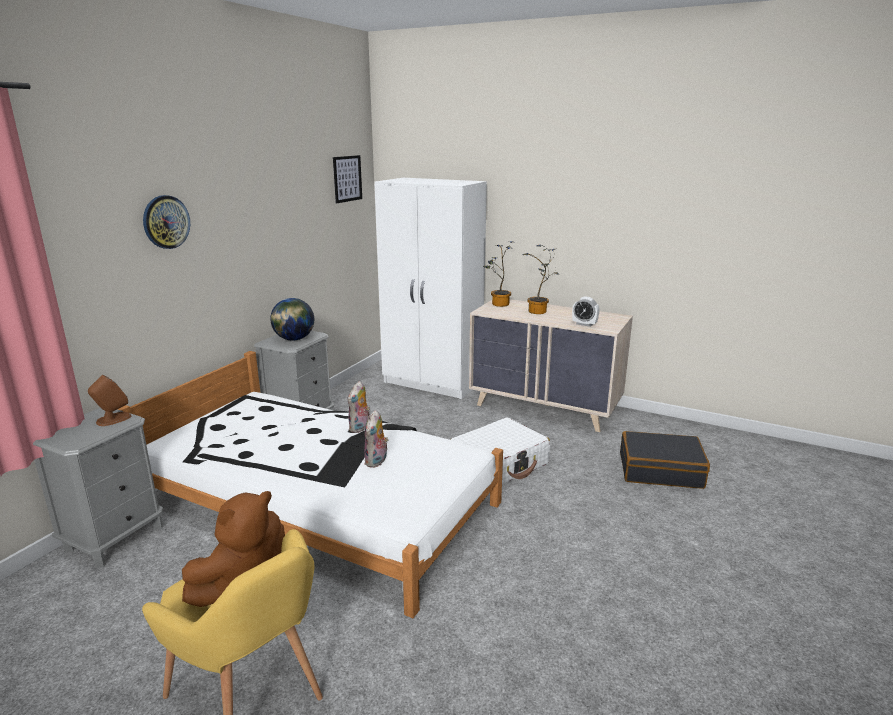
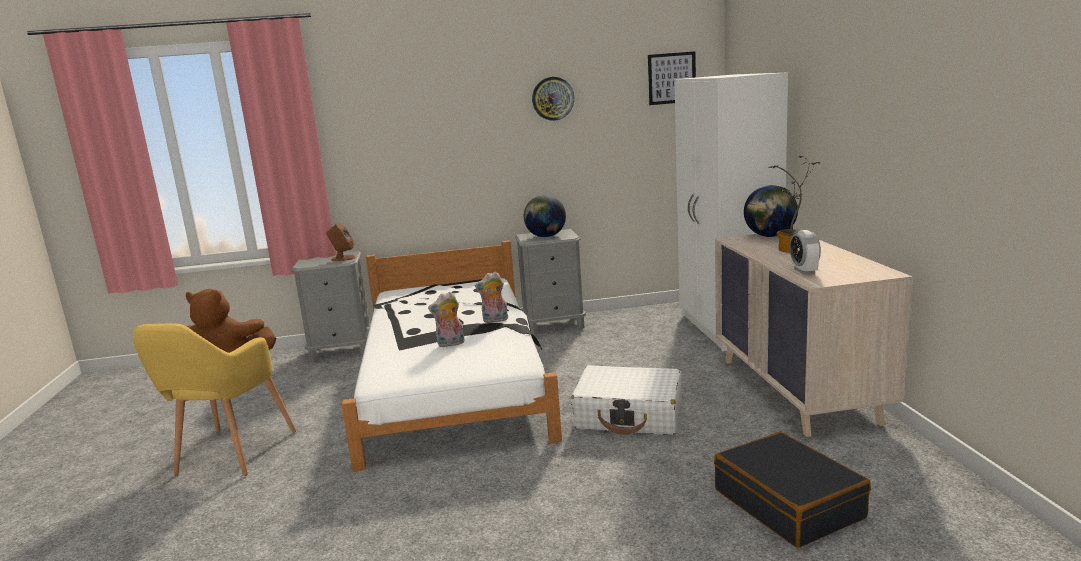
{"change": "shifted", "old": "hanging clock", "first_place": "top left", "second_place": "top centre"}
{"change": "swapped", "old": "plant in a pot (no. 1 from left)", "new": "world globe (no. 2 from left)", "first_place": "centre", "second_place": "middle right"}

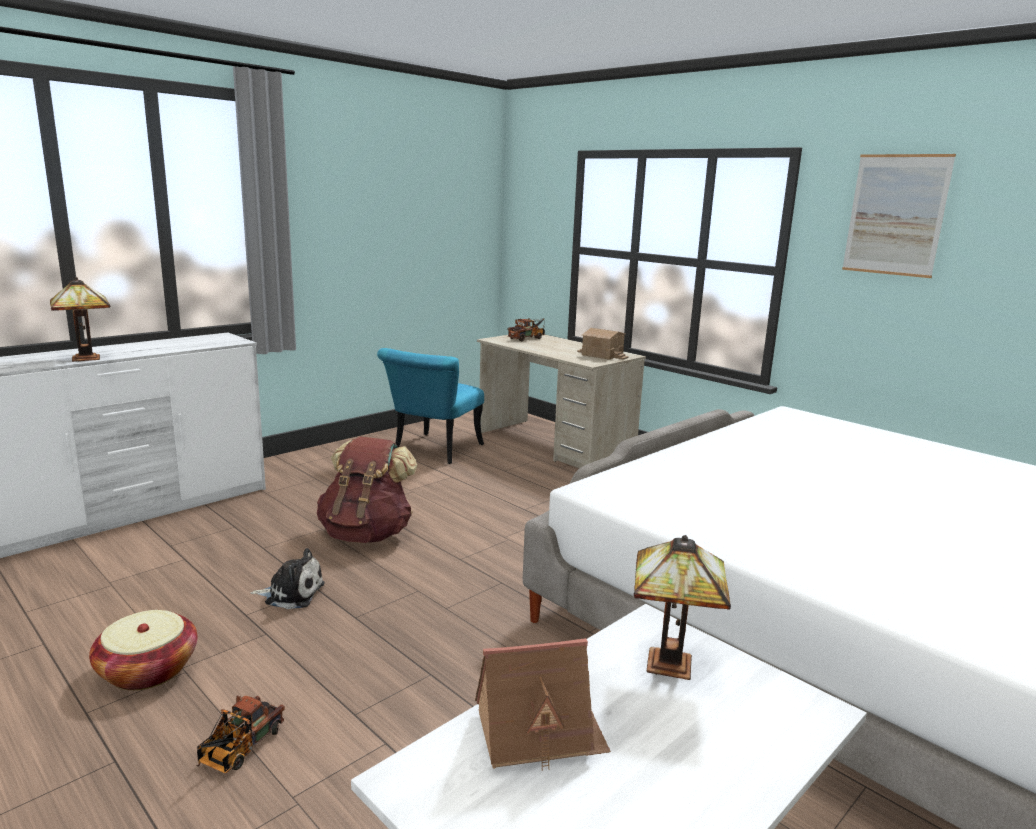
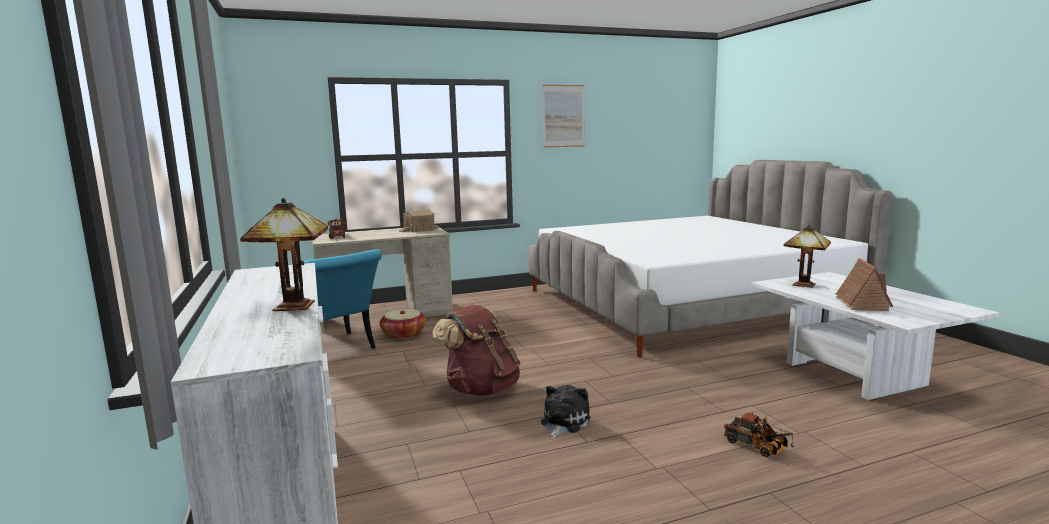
{"change": "shifted", "old": "basket", "first_place": "bottom left", "second_place": "centre"}

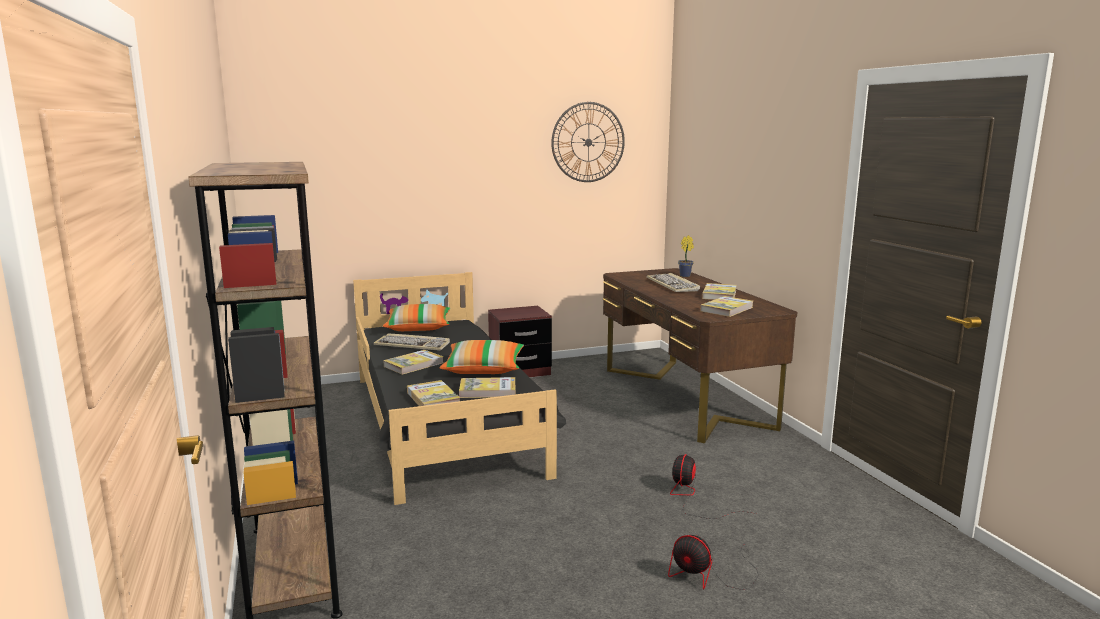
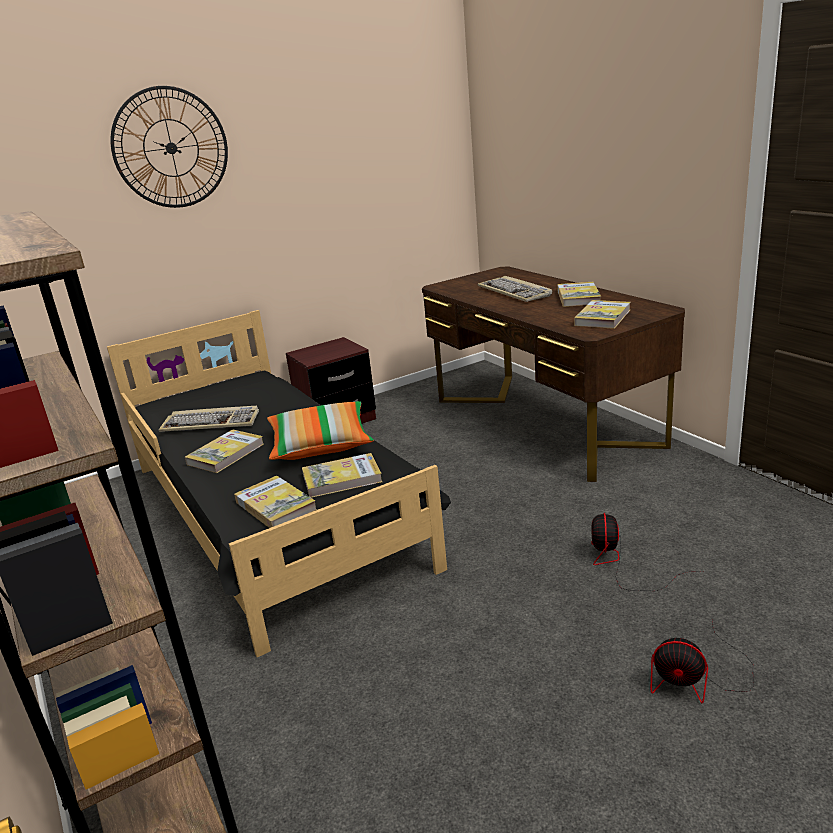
{"change": "gone", "old": "pillow (no. 1 from left)", "first_place": "centre"}
{"change": "gone", "old": "plant in a pot", "first_place": "centre"}
{"change": "shifted", "old": "hanging clock", "first_place": "top centre", "second_place": "top left"}

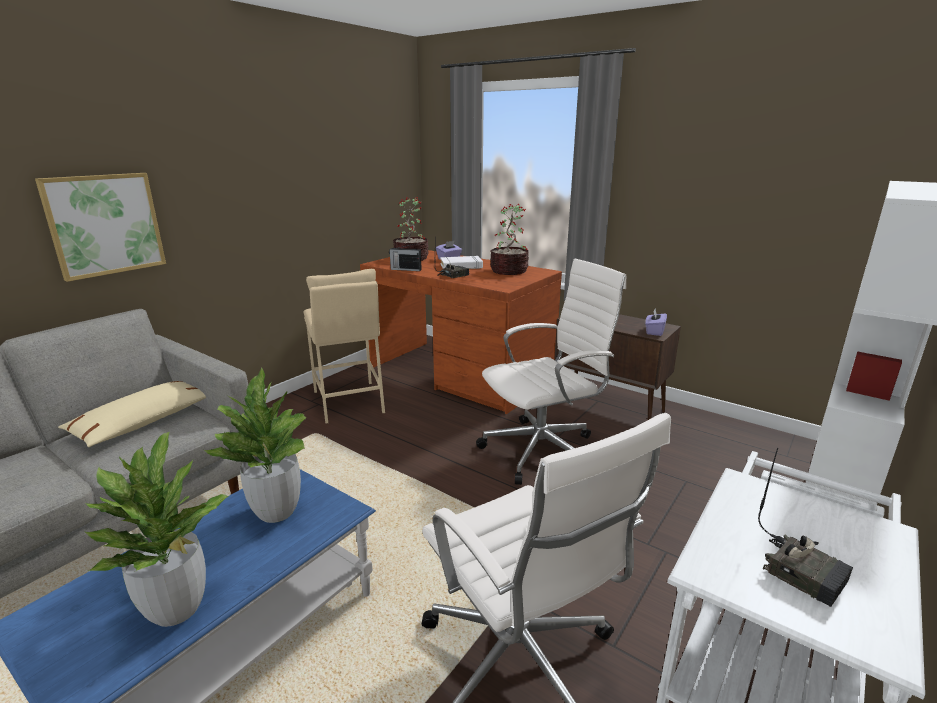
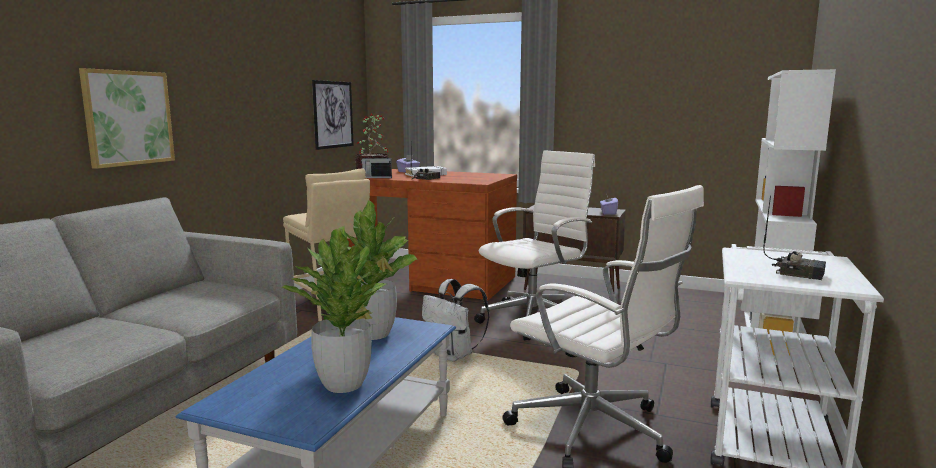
{"change": "gone", "old": "beige-coloured pillow", "first_place": "middle left"}
{"change": "gone", "old": "plant in a pot (no. 4 from left)", "first_place": "centre"}
{"change": "new", "new": "wall art (no. 2 from left)", "second_place": "top centre"}
{"change": "new", "new": "white-coloured rucksack", "second_place": "bottom centre"}

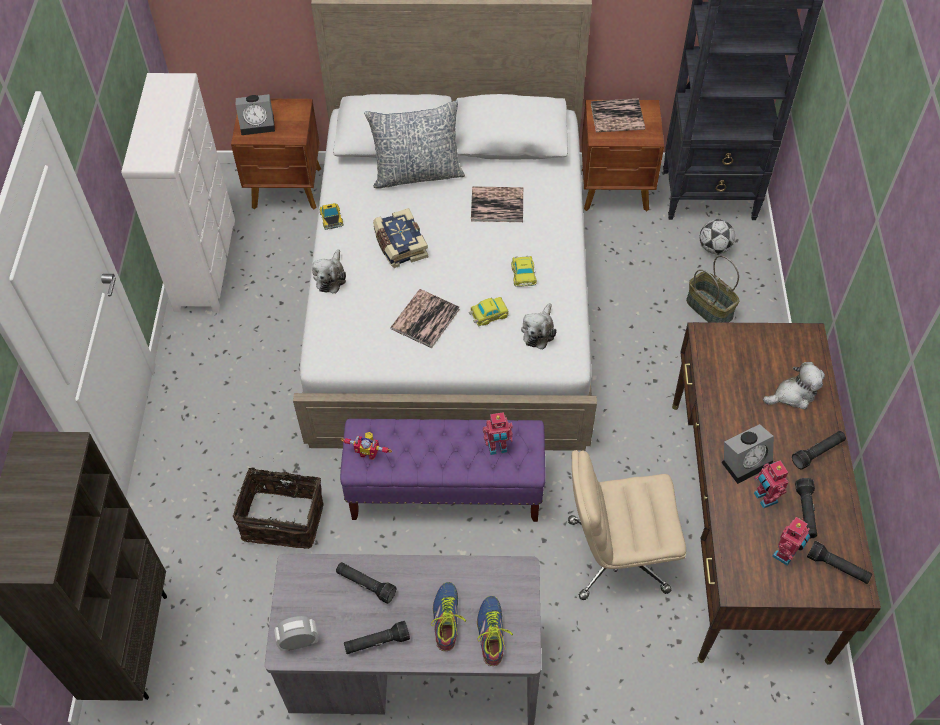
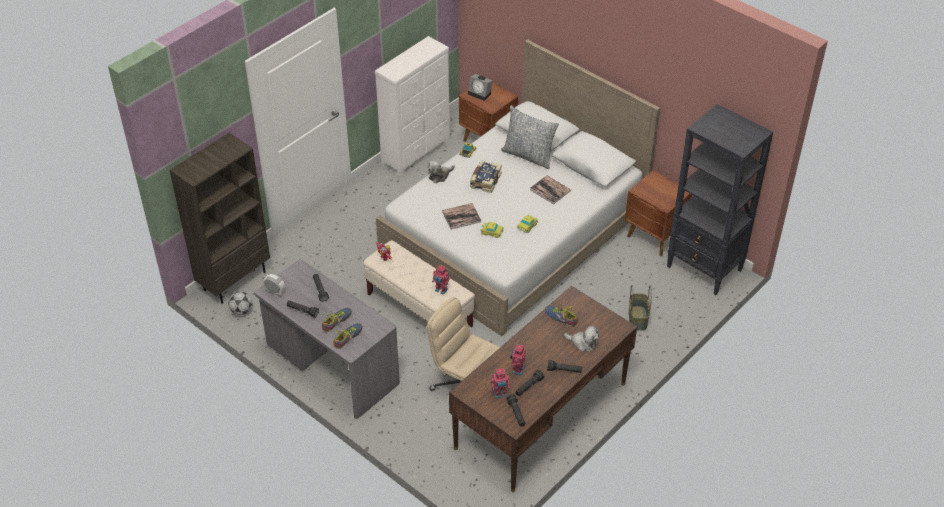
{"change": "gone", "old": "basket (no. 1 from left)", "first_place": "bottom left"}
{"change": "gone", "old": "cuddly toy (no. 2 from left)", "first_place": "centre"}
{"change": "gone", "old": "volume (no. 4 from left)", "first_place": "top centre"}
{"change": "gone", "old": "bedside clock (no. 3 from left)", "first_place": "middle right"}
{"change": "new", "new": "low shoe (no. 3 from left)", "second_place": "centre"}
{"change": "shifted", "old": "football", "first_place": "top right", "second_place": "middle left"}
{"change": "repainted", "old": "purple indoor bench", "new": "beige-coloured indoor bench", "first_place": "centre", "second_place": "centre"}

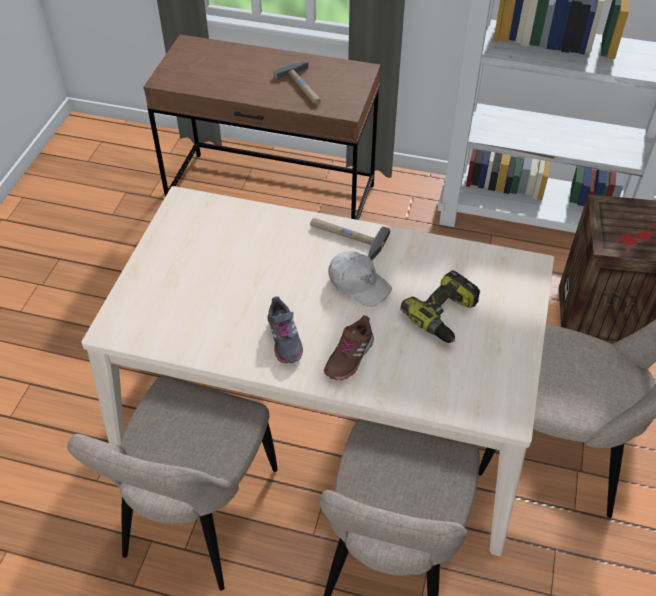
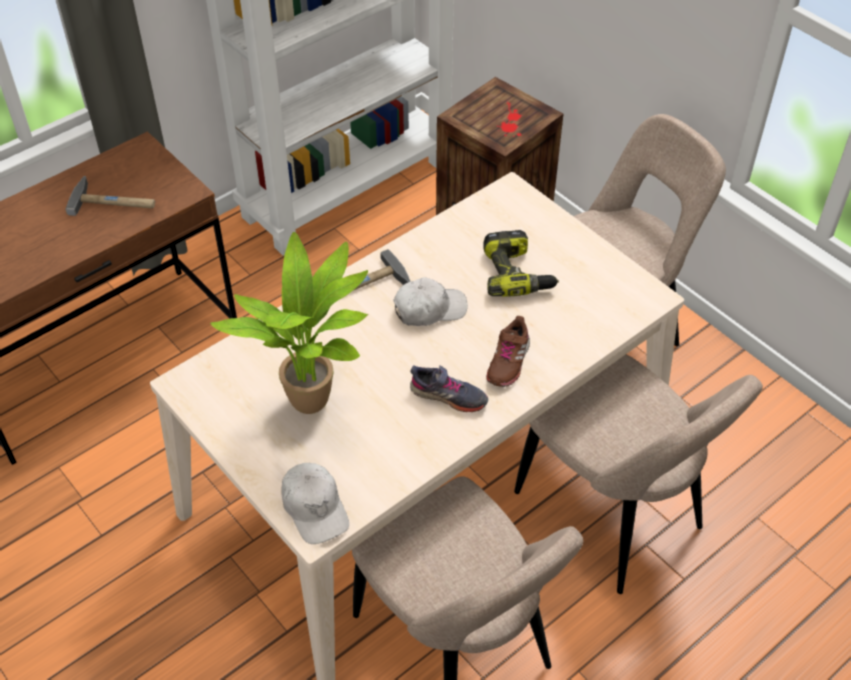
{"change": "new", "new": "plant in a pot", "second_place": "centre"}
{"change": "new", "new": "white-coloured cap (no. 1 from left)", "second_place": "bottom centre"}
{"change": "rotated", "old": "brownish low shoe", "first_place": "centre", "second_place": "centre", "degrees": 45}

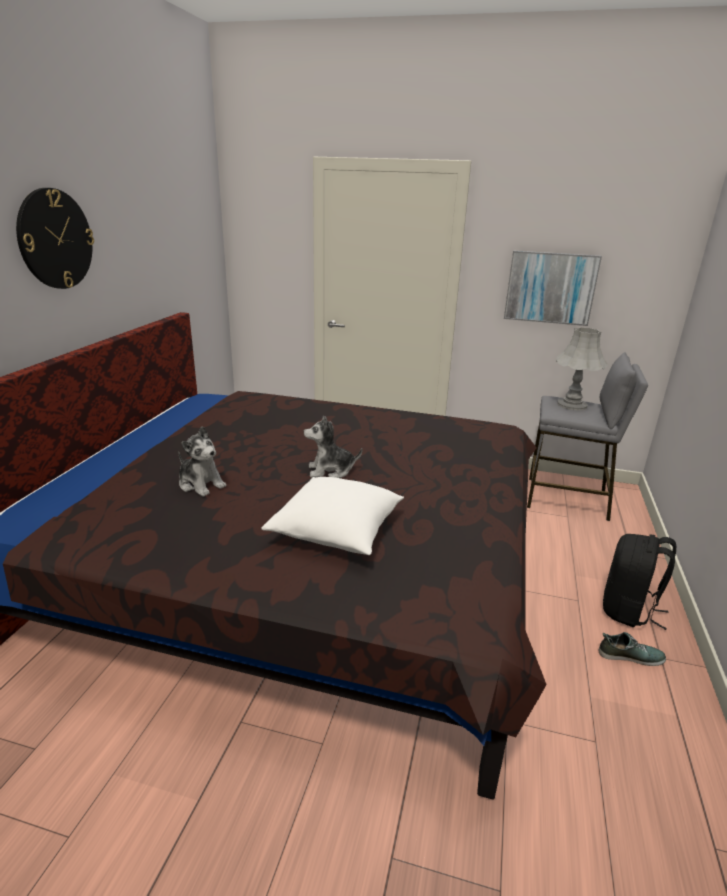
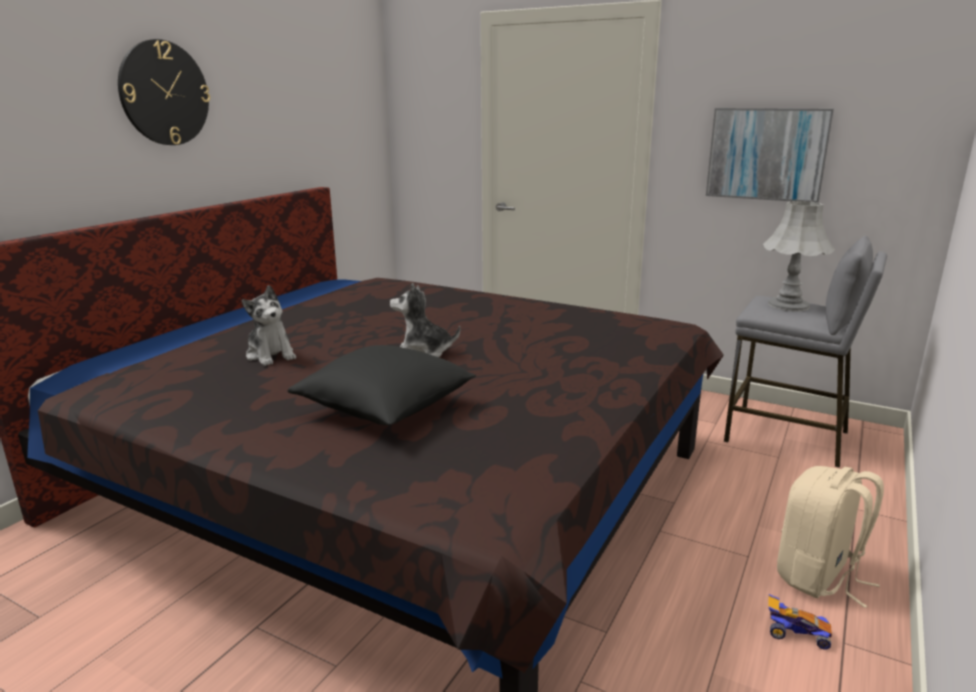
{"change": "swapped", "old": "low shoe", "new": "toy car", "first_place": "bottom right", "second_place": "bottom right"}
{"change": "repainted", "old": "white-coloured pillow", "new": "black-coloured pillow", "first_place": "centre", "second_place": "centre"}
{"change": "repainted", "old": "black-coloured rucksack", "new": "beige-coloured rucksack", "first_place": "middle right", "second_place": "bottom right"}

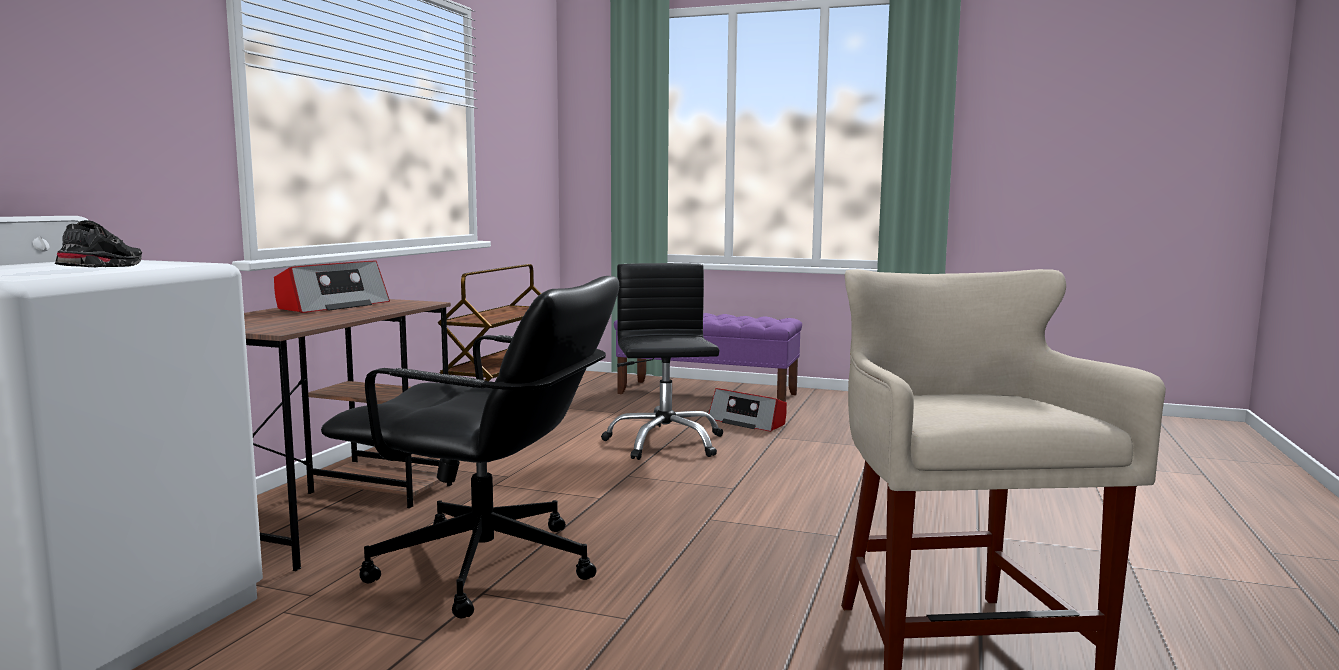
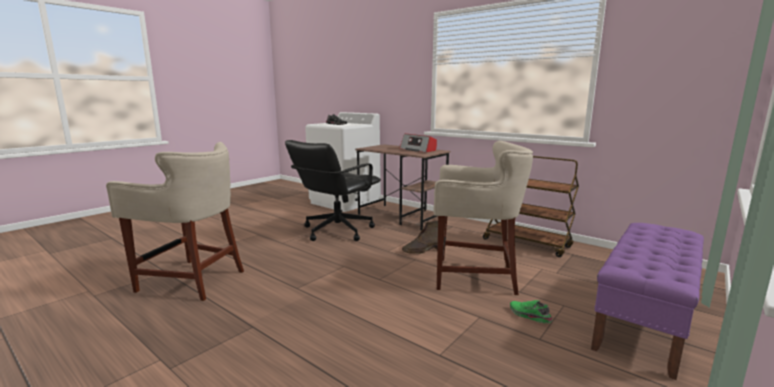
{"change": "new", "new": "brownish boot", "second_place": "centre"}
{"change": "swapped", "old": "black-coloured desk chair (no. 2 from left)", "new": "beige-coloured stool seat (no. 2 from left)", "first_place": "centre", "second_place": "centre"}
{"change": "swapped", "old": "radio (no. 2 from left)", "new": "green low shoe", "first_place": "centre", "second_place": "bottom right"}

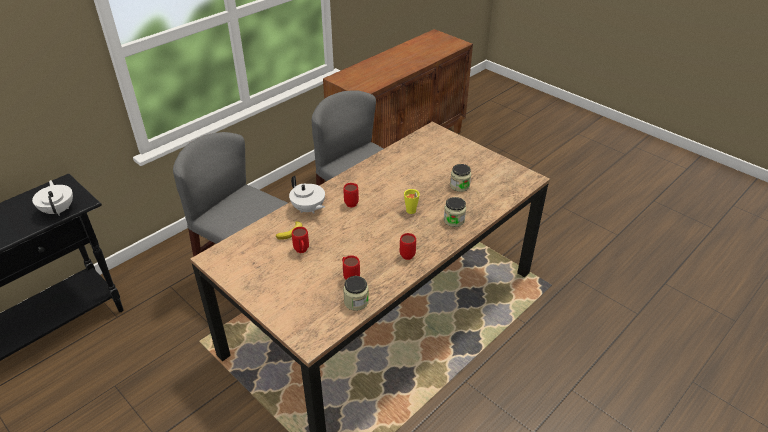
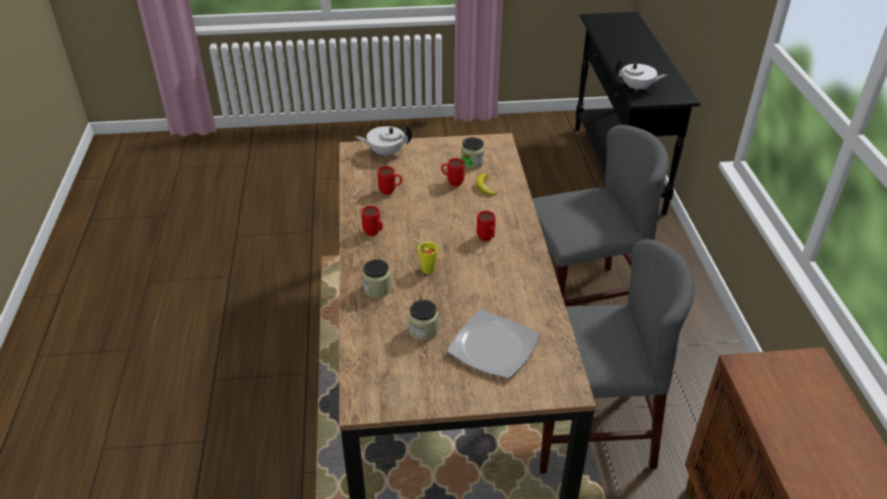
{"change": "new", "new": "flat dish", "second_place": "bottom centre"}
{"change": "shifted", "old": "white-coloured pot for tea (no. 2 from left in the first image)", "new": "white-coloured pot for tea (no. 1 from left)", "first_place": "centre", "second_place": "top centre"}
{"change": "shifted", "old": "jar (no. 1 from left in the first image)", "new": "jar (no. 3 from left)", "first_place": "bottom centre", "second_place": "top centre"}

